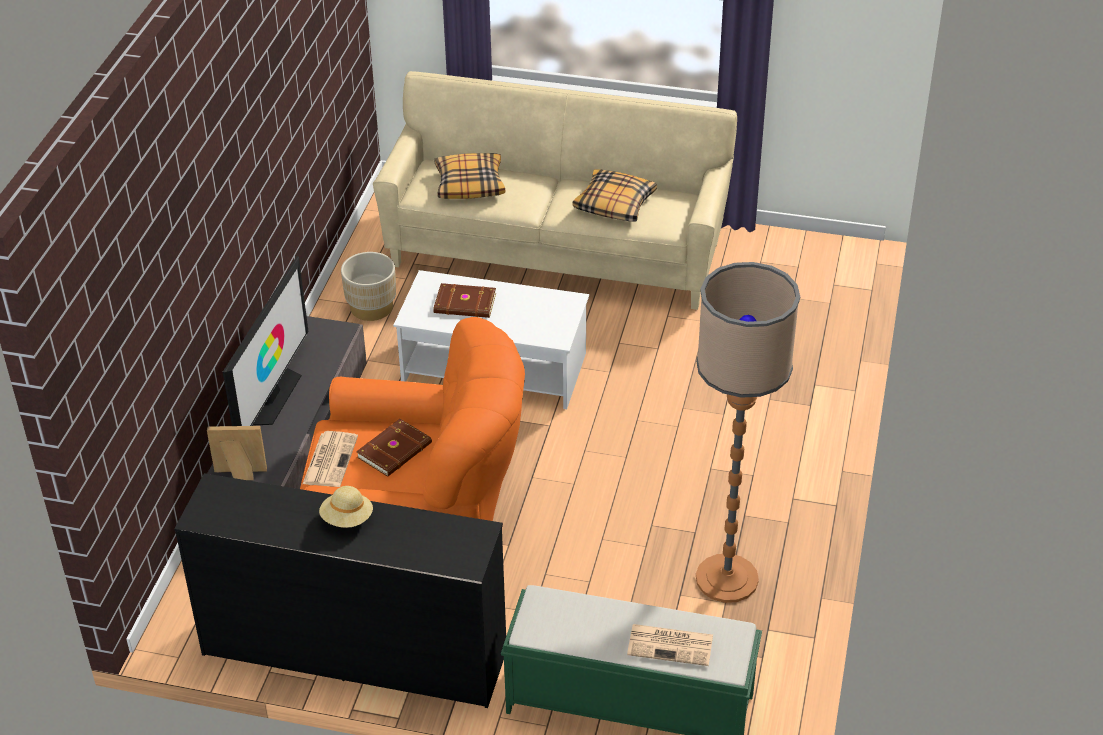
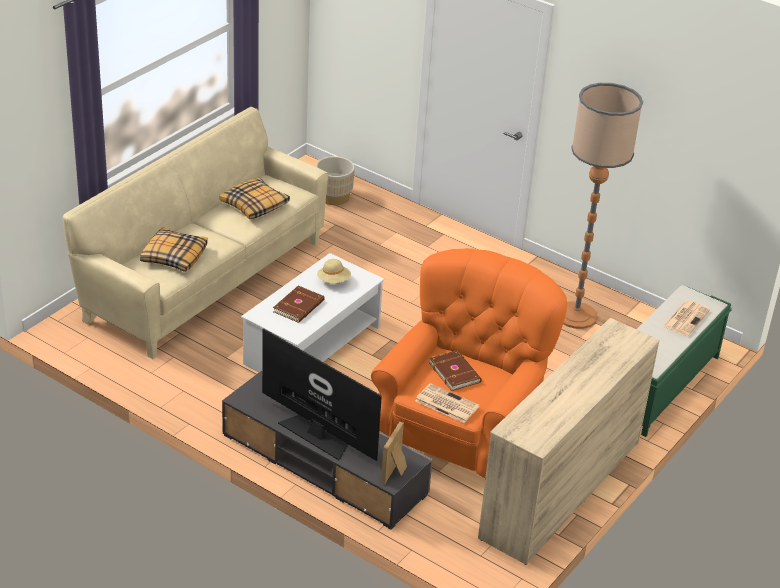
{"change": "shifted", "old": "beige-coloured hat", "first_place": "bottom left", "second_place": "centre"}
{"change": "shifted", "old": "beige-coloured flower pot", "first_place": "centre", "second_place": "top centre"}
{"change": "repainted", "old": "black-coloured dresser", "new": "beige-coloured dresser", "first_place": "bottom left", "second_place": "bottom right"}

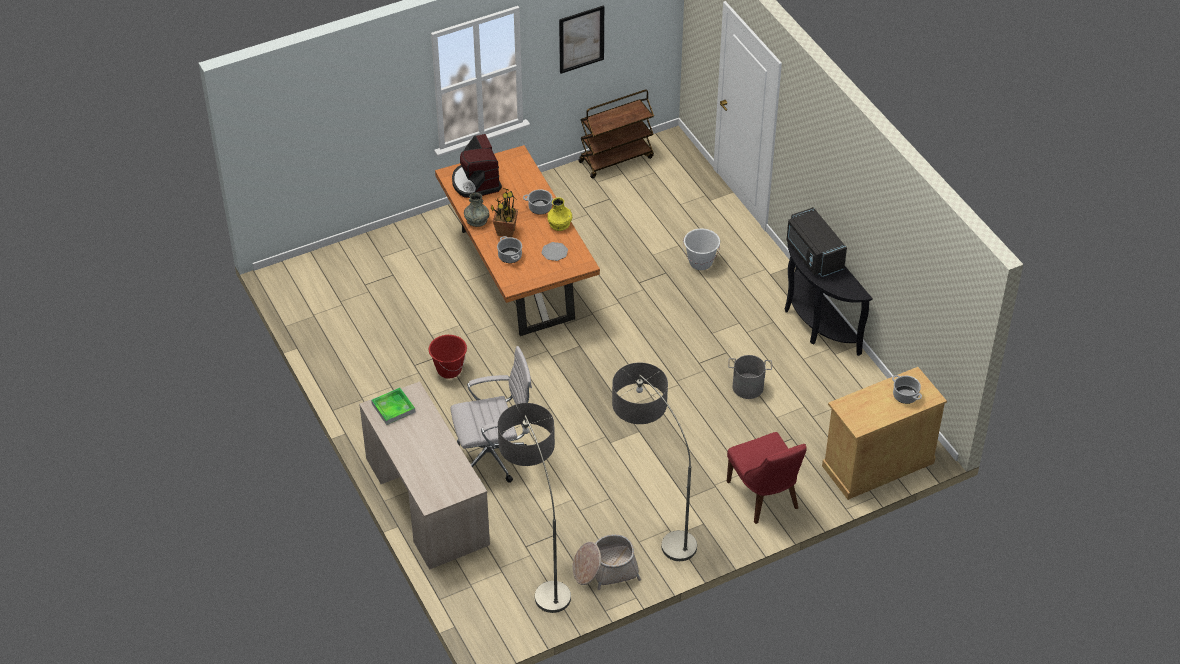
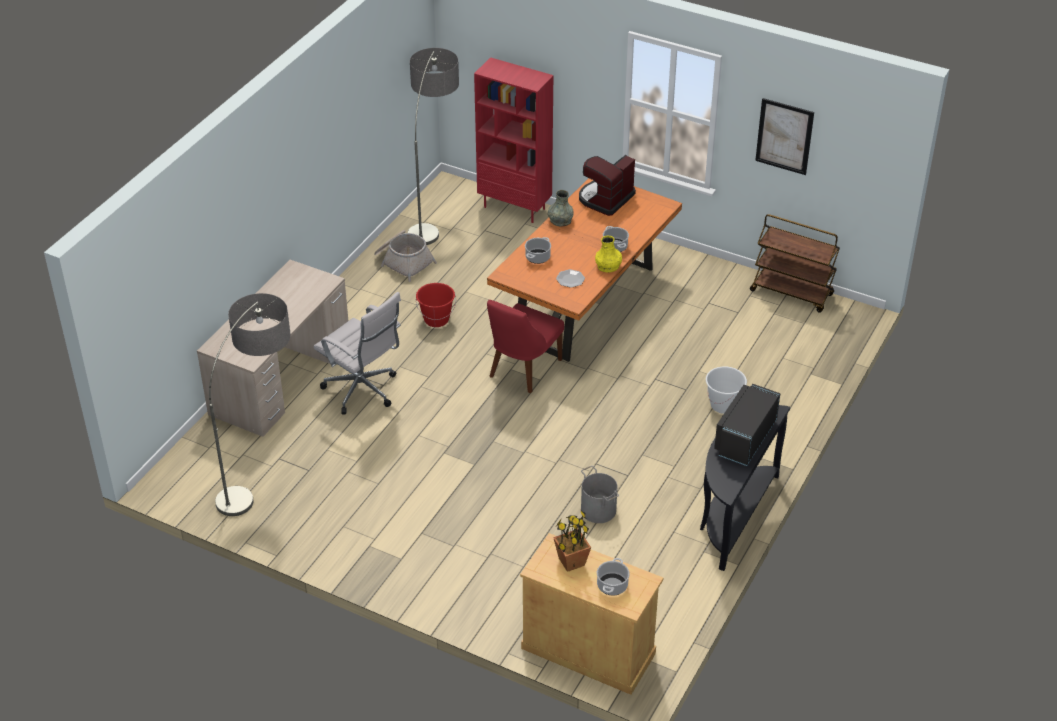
{"change": "gone", "old": "carrying tray", "first_place": "middle left"}
{"change": "new", "new": "red bookcase", "second_place": "top centre"}
{"change": "shifted", "old": "plant in a pot", "first_place": "top centre", "second_place": "bottom centre"}
{"change": "shifted", "old": "basket", "first_place": "bottom centre", "second_place": "centre"}
{"change": "shifted", "old": "standing lamp (no. 2 from left)", "first_place": "bottom centre", "second_place": "top centre"}
{"change": "shifted", "old": "red chair", "first_place": "bottom centre", "second_place": "centre"}

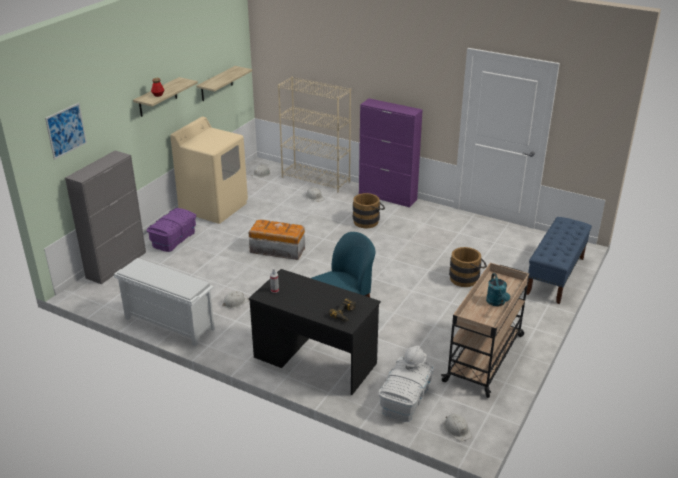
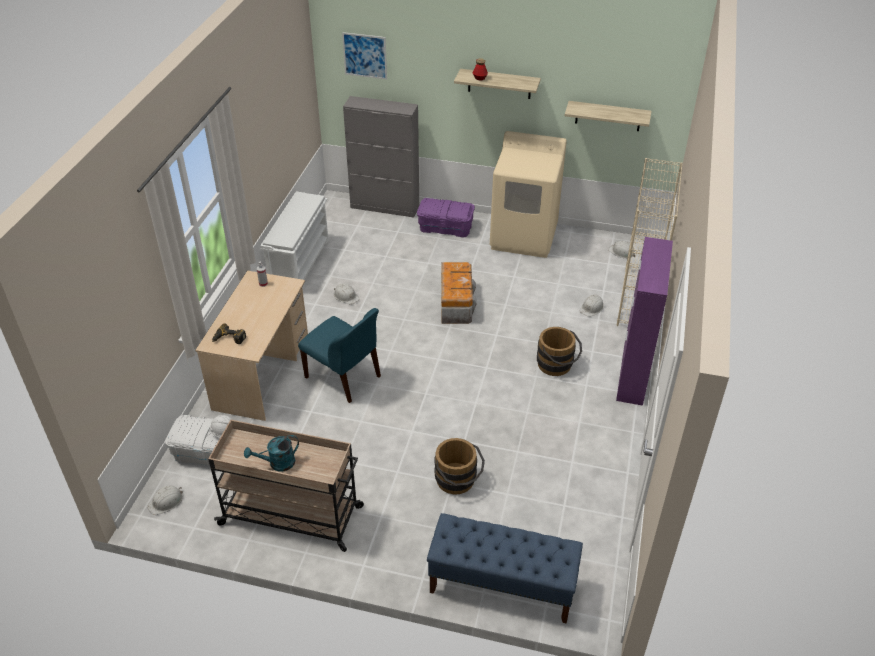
{"change": "repainted", "old": "black-coloured desk", "new": "beige-coloured desk", "first_place": "bottom centre", "second_place": "middle left"}

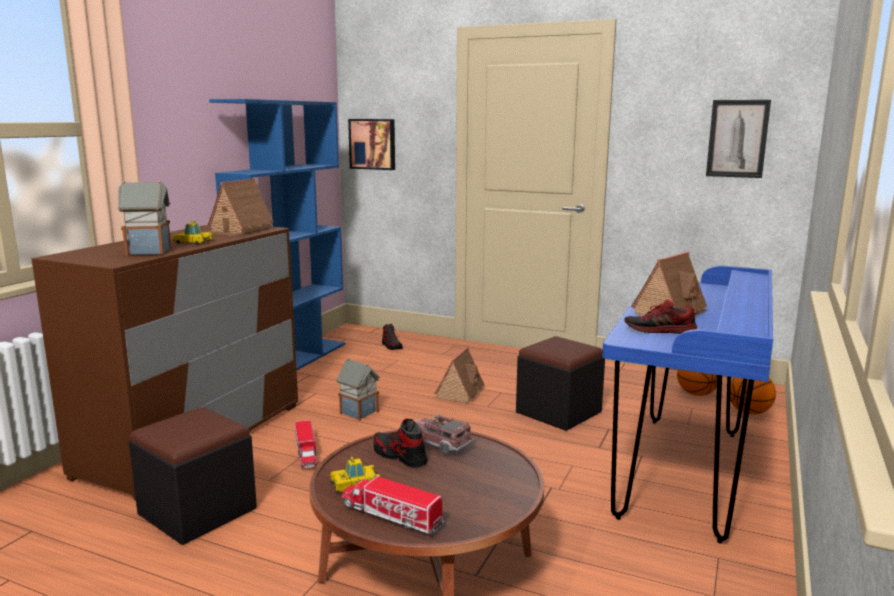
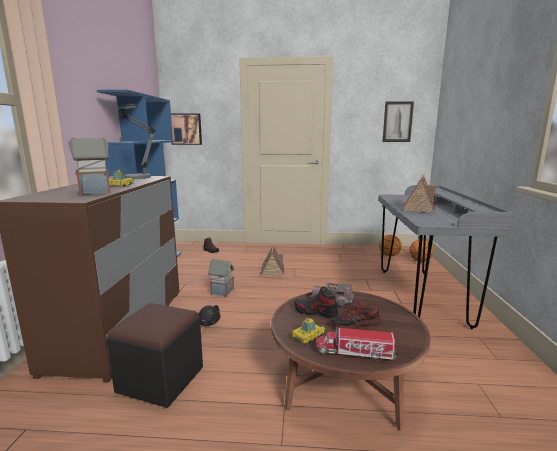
{"change": "gone", "old": "black-coloured ottoman (no. 2 from left)", "first_place": "centre"}
{"change": "shifted", "old": "low shoe (no. 3 from left)", "first_place": "middle right", "second_place": "bottom centre"}
{"change": "swapped", "old": "toy house (no. 2 from left)", "new": "lamp for a table", "first_place": "middle left", "second_place": "top left"}
{"change": "swapped", "old": "model truck (no. 1 from left)", "new": "black-coloured cuddly toy", "first_place": "bottom centre", "second_place": "bottom centre"}
{"change": "repainted", "old": "bluish desk", "new": "gray desk", "first_place": "bottom right", "second_place": "middle right"}

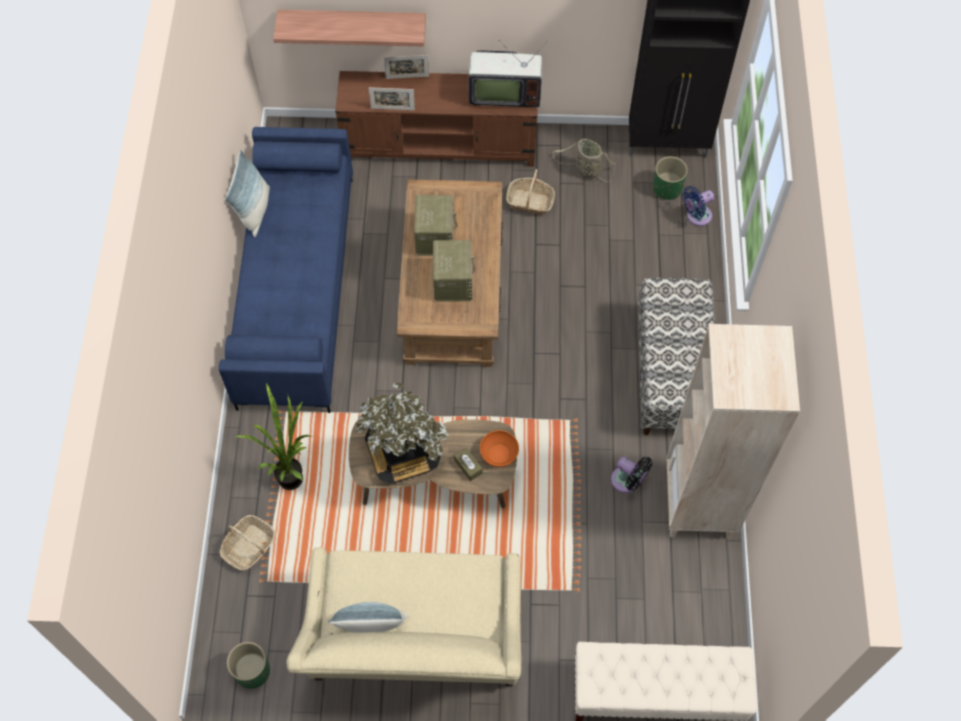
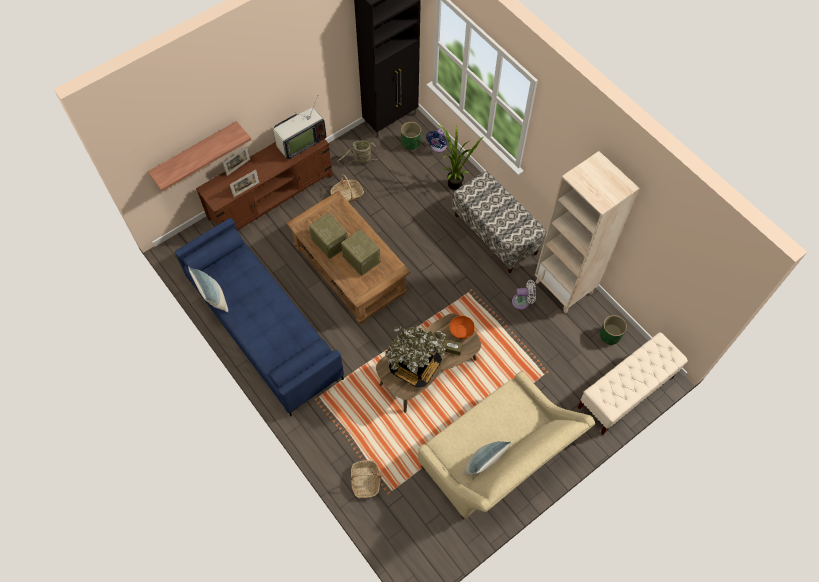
{"change": "shifted", "old": "green flower pot (no. 1 from left in the first image)", "new": "green flower pot (no. 2 from left)", "first_place": "bottom left", "second_place": "middle right"}
{"change": "shifted", "old": "plant in a pot (no. 1 from left in the first image)", "new": "plant in a pot (no. 2 from left)", "first_place": "middle left", "second_place": "top centre"}
{"change": "repainted", "old": "black-coloured cooling fan", "new": "white-coloured cooling fan", "first_place": "centre", "second_place": "centre"}

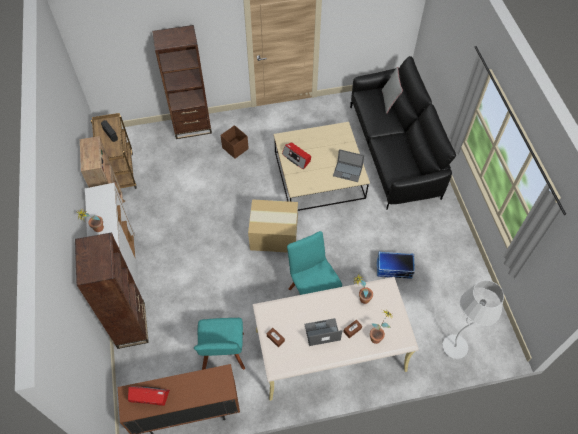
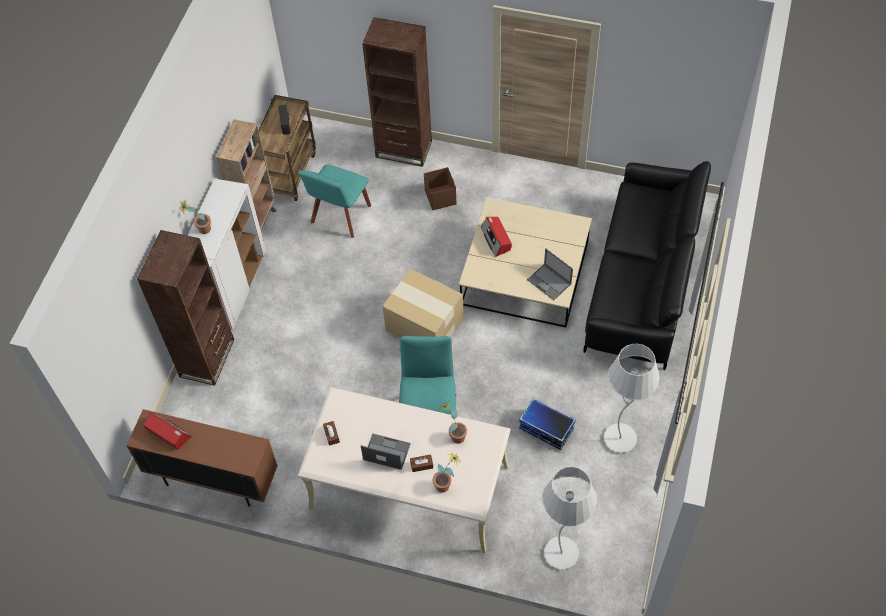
{"change": "gone", "old": "gray pillow", "first_place": "top right"}
{"change": "new", "new": "white-coloured standing lamp (no. 2 from left)", "second_place": "middle right"}
{"change": "shifted", "old": "turquoise-coloured chair (no. 1 from left)", "first_place": "bottom centre", "second_place": "top centre"}

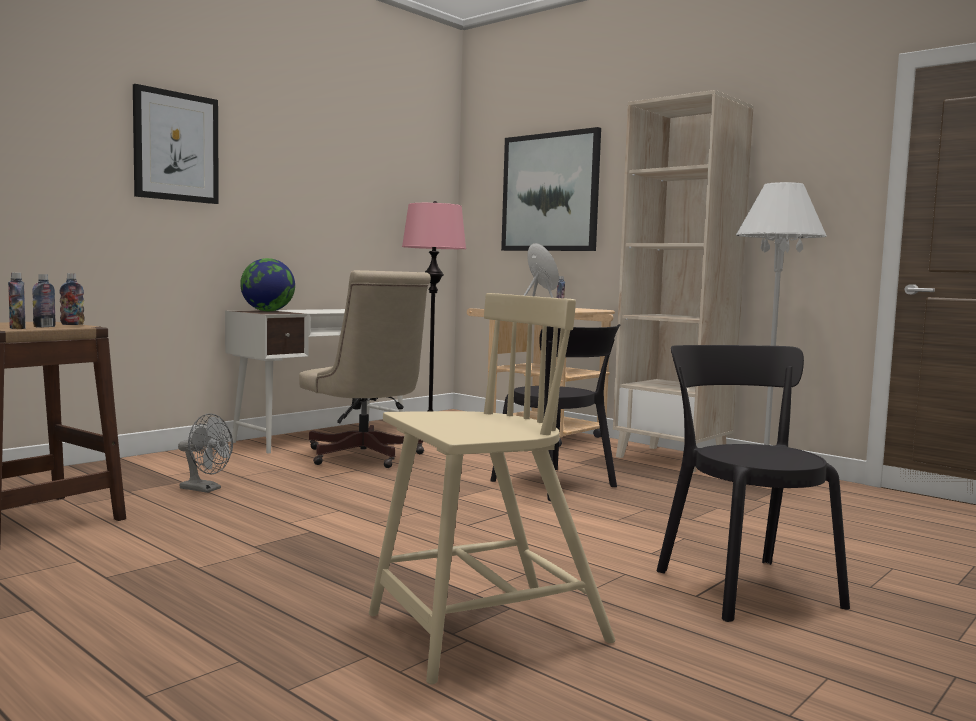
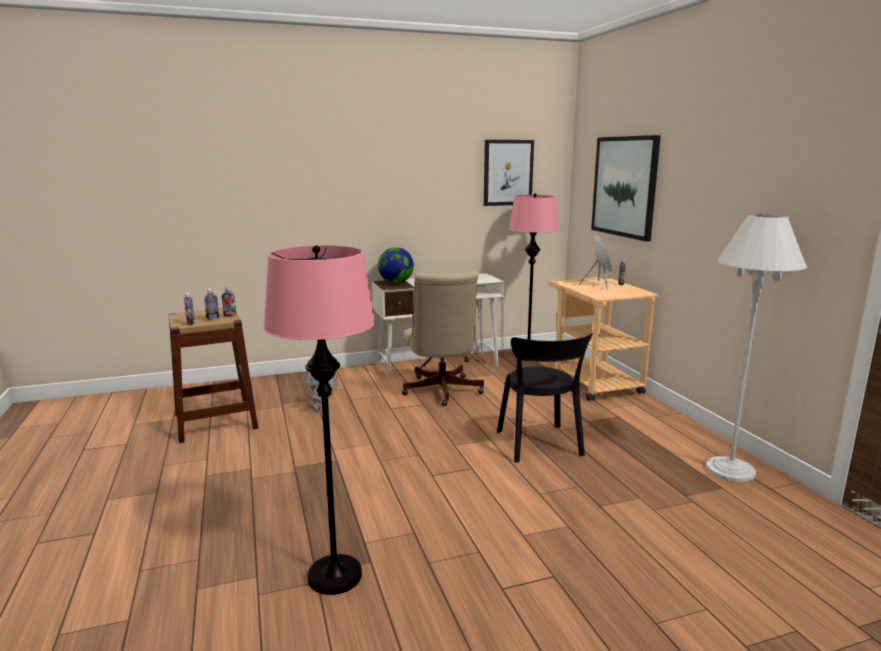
{"change": "gone", "old": "beige-coloured bookcase", "first_place": "middle right"}
{"change": "gone", "old": "black-coloured chair (no. 2 from left)", "first_place": "bottom right"}
{"change": "shifted", "old": "wall art (no. 1 from left)", "first_place": "top left", "second_place": "top centre"}
{"change": "swapped", "old": "beige-coloured chair", "new": "pink standing lamp (no. 1 from left)", "first_place": "bottom centre", "second_place": "centre"}

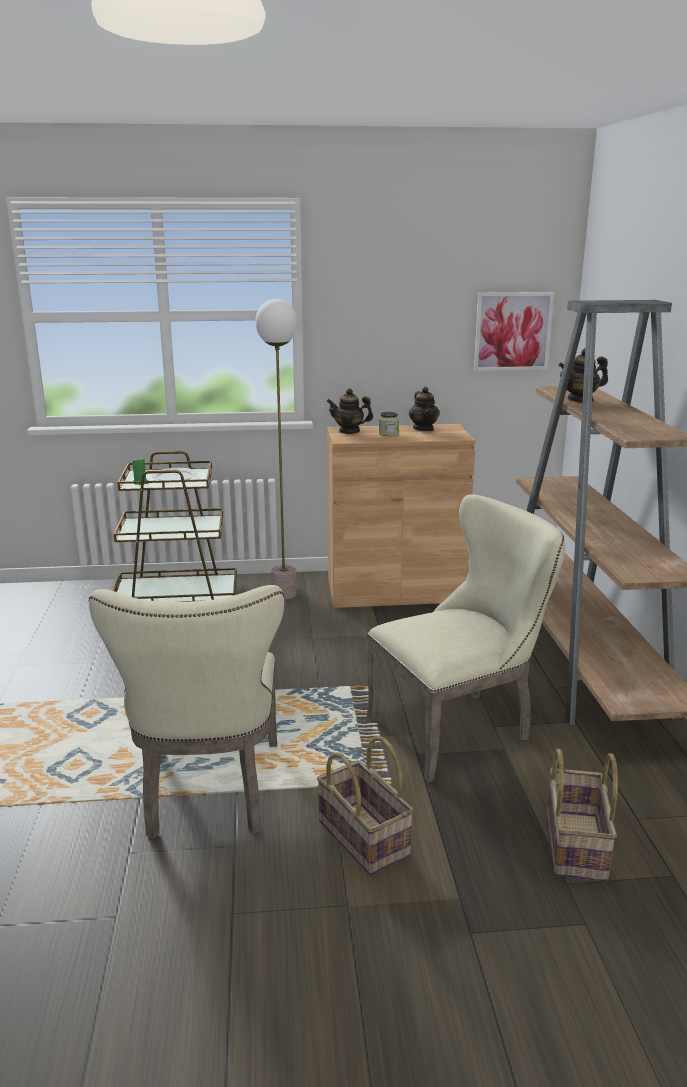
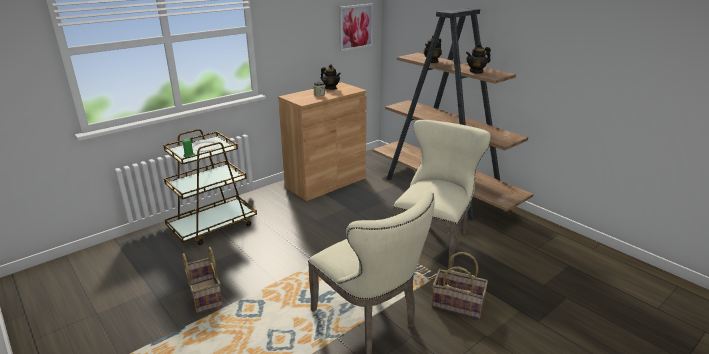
{"change": "gone", "old": "standing lamp", "first_place": "centre"}
{"change": "shifted", "old": "pot for tea (no. 1 from left in the first image)", "new": "pot for tea (no. 3 from left)", "first_place": "centre", "second_place": "top right"}
{"change": "shifted", "old": "basket (no. 2 from left in the first image)", "new": "basket (no. 1 from left)", "first_place": "bottom right", "second_place": "bottom left"}

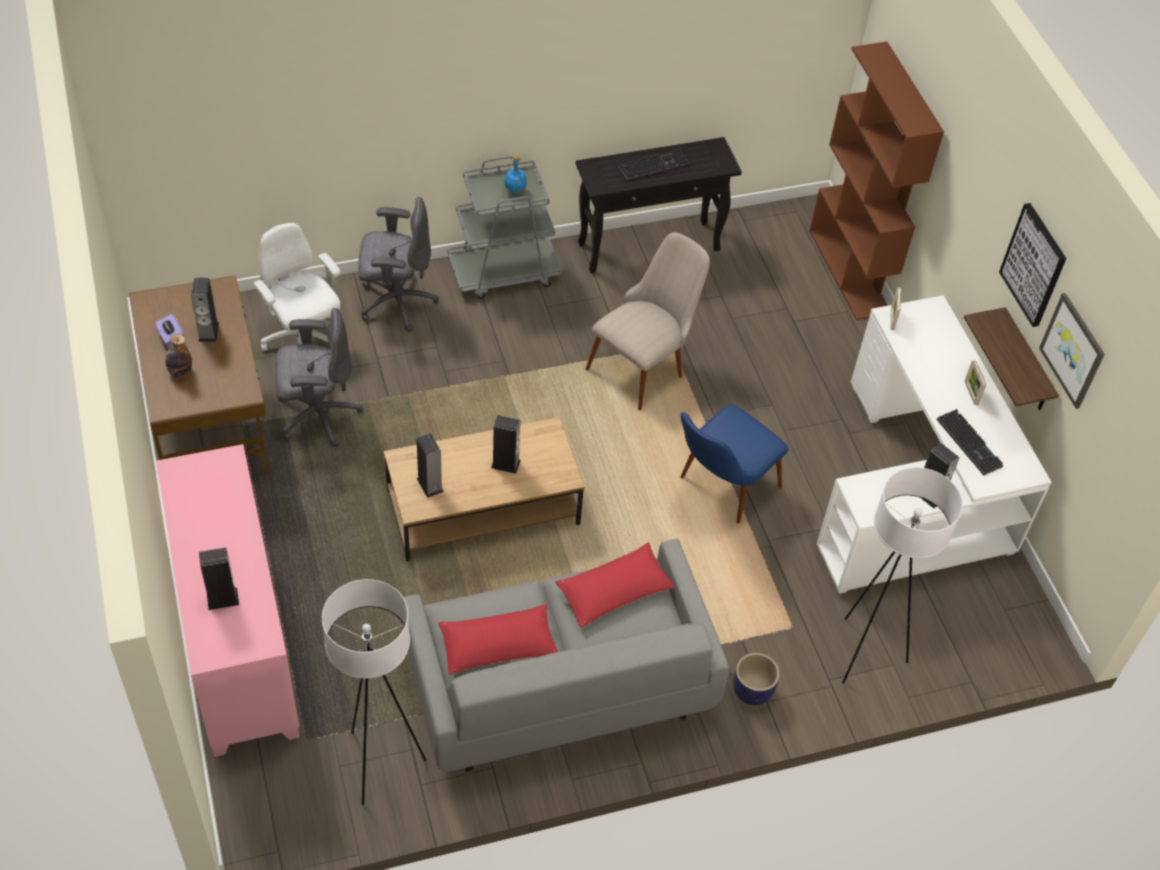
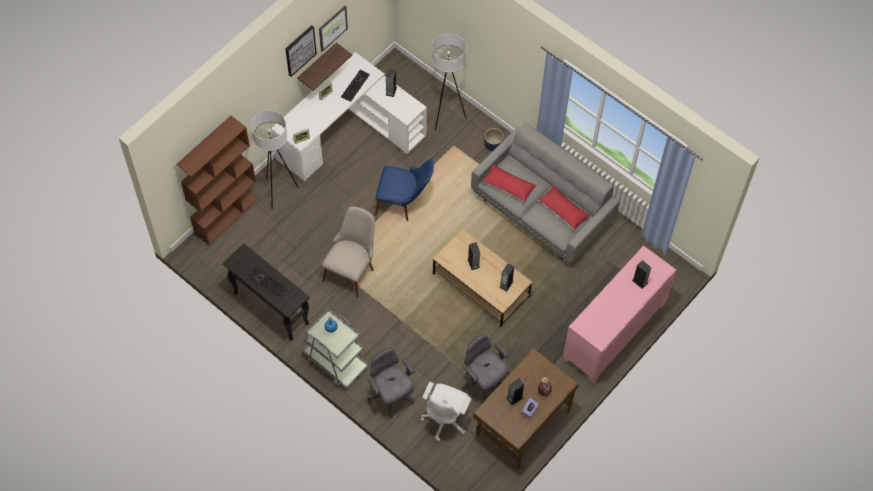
{"change": "shifted", "old": "white-coloured standing lamp (no. 1 from left)", "first_place": "bottom left", "second_place": "top left"}
{"change": "rotated", "old": "beige-coloured chair", "first_place": "centre", "second_place": "centre", "degrees": 105}

